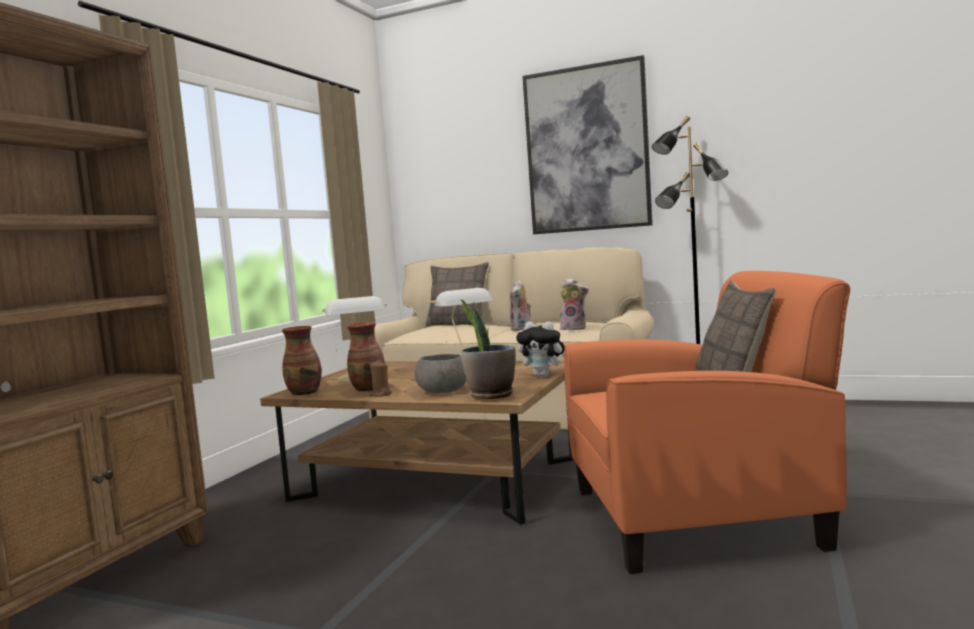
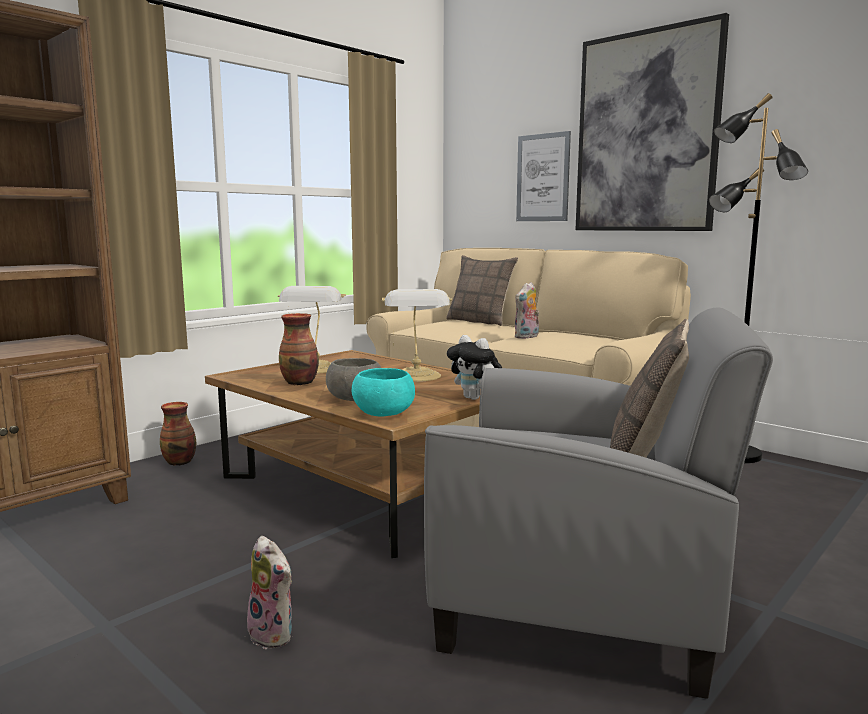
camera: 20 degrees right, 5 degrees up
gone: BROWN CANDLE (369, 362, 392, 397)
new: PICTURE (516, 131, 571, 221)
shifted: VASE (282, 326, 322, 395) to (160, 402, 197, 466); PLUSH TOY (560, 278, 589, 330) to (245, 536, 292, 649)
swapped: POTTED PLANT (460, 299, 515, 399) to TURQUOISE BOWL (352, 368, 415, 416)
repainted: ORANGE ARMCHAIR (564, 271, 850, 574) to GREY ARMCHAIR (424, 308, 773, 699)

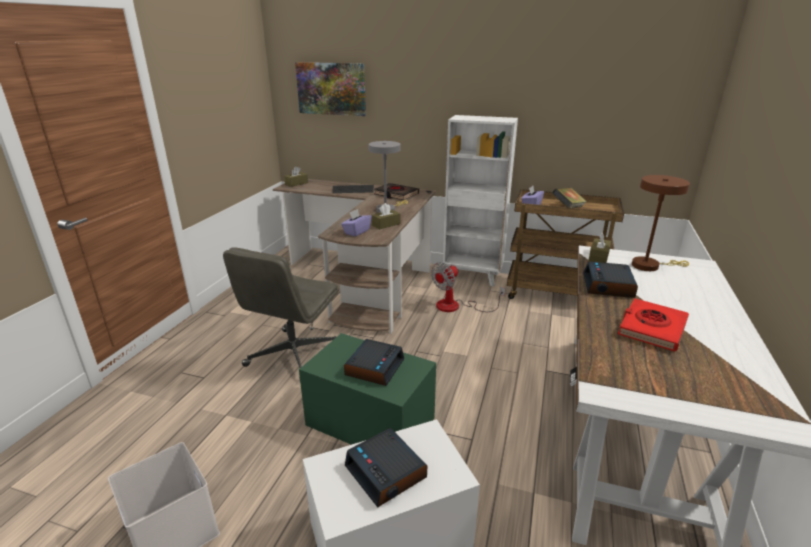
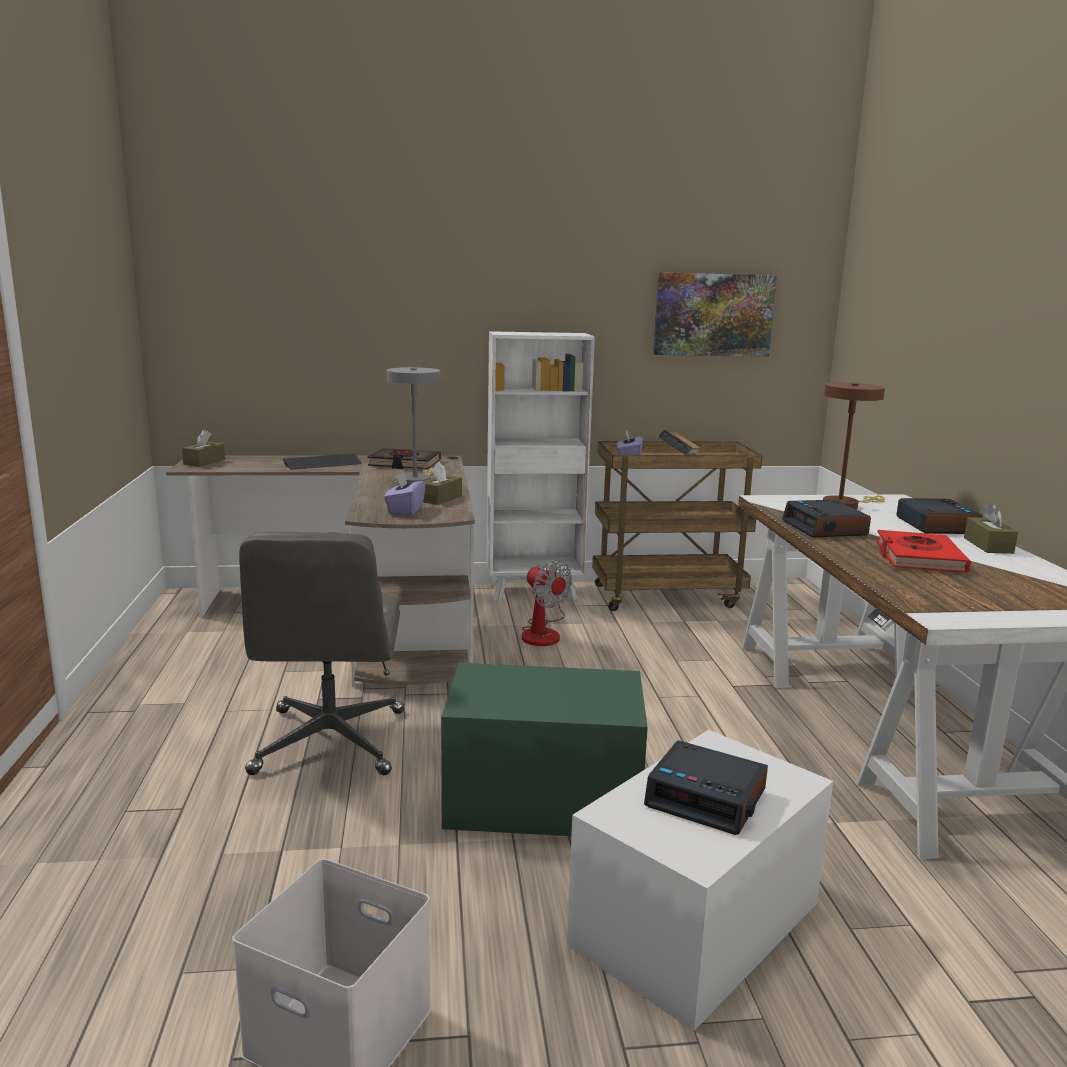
camera: 25 degrees left, 10 degrees down
shifted: PICTURE (295, 62, 366, 116) to (653, 272, 777, 357); ALARM CLOCK (344, 339, 404, 386) to (896, 498, 983, 534); BROWN TISSUE BOX (588, 232, 611, 263) to (964, 503, 1018, 554)
rotated: FAN (431, 262, 505, 312) = (522, 560, 572, 646) 60 degrees counterclockwise

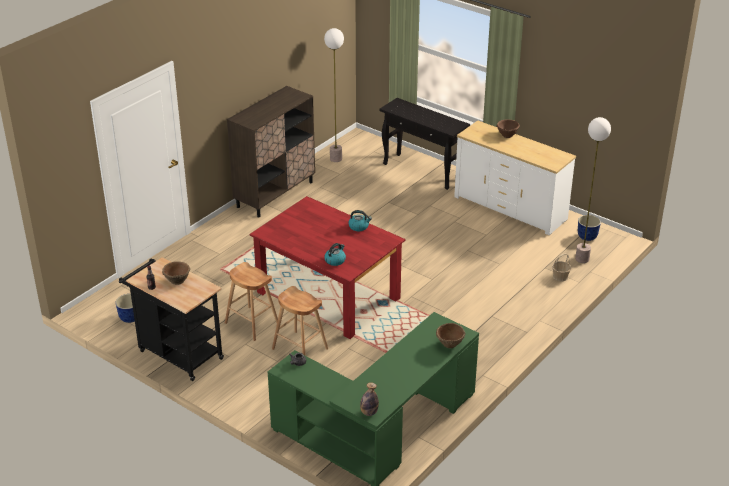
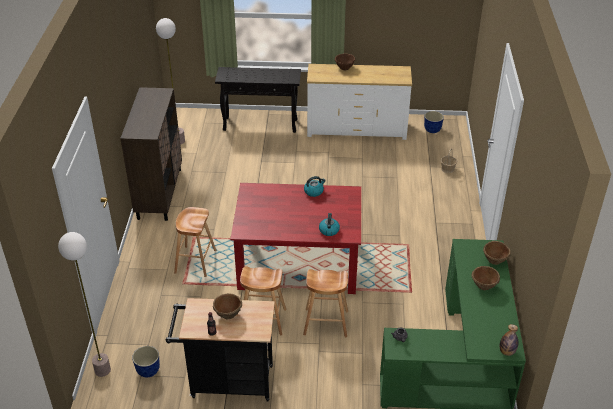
camera: 35 degrees left, 5 degrees up
new: BROWN STOOL (174, 207, 216, 277); BROWN BOWL (471, 266, 500, 290)
shifted: FLOOR LAMP (575, 117, 611, 263) to (58, 232, 111, 377)

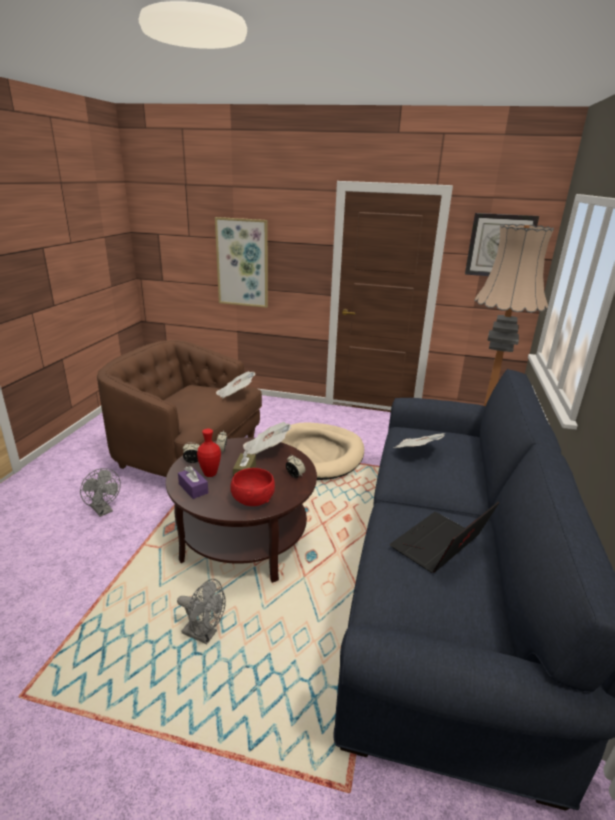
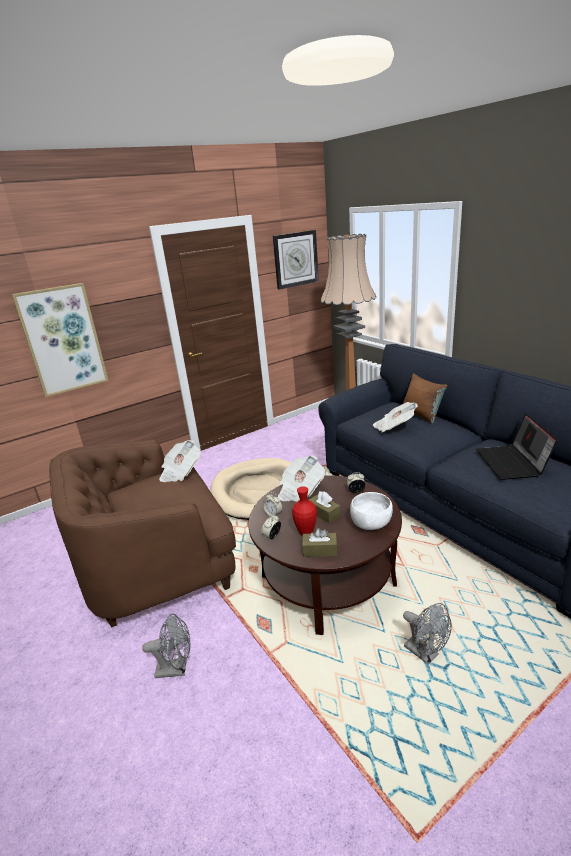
camera: 45 degrees left, 0 degrees up
new: BROWN PILLOW (403, 373, 447, 424)
repainted: PURPLE TISSUE BOX (178, 466, 208, 499) to BROWN TISSUE BOX (302, 528, 338, 557); RED BOWL (230, 468, 275, 506) to WHITE BOWL (350, 492, 393, 530)
rotated: GREY FAN (177, 579, 226, 644) = (403, 603, 452, 665) 75 degrees clockwise

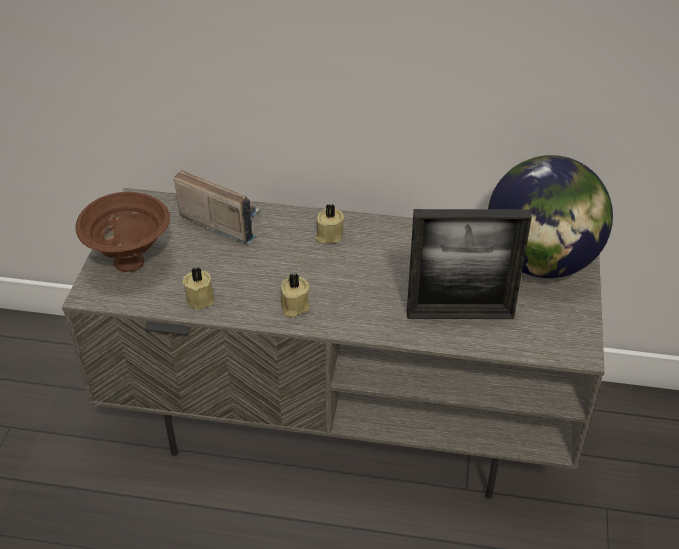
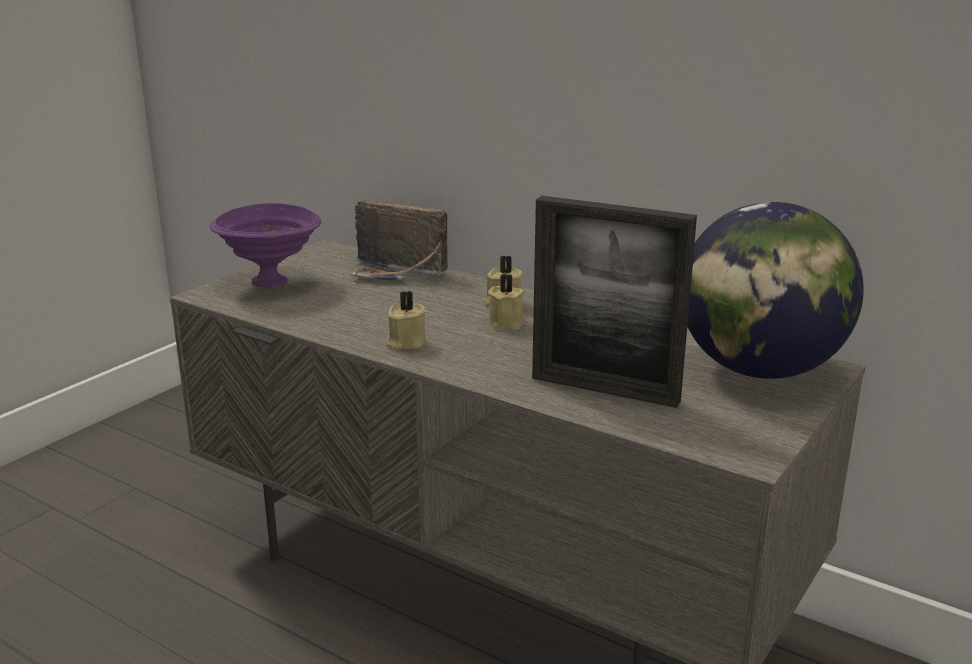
camera: 25 degrees right, 20 degrees down
shifted: BEIGE CANDLE (183, 267, 214, 310) to (488, 274, 525, 330)
repainted: BROWN BOWL (76, 192, 170, 272) to PURPLE BOWL (210, 203, 322, 287)
rotated: RADIO (174, 170, 261, 245) = (349, 200, 448, 280) 150 degrees clockwise

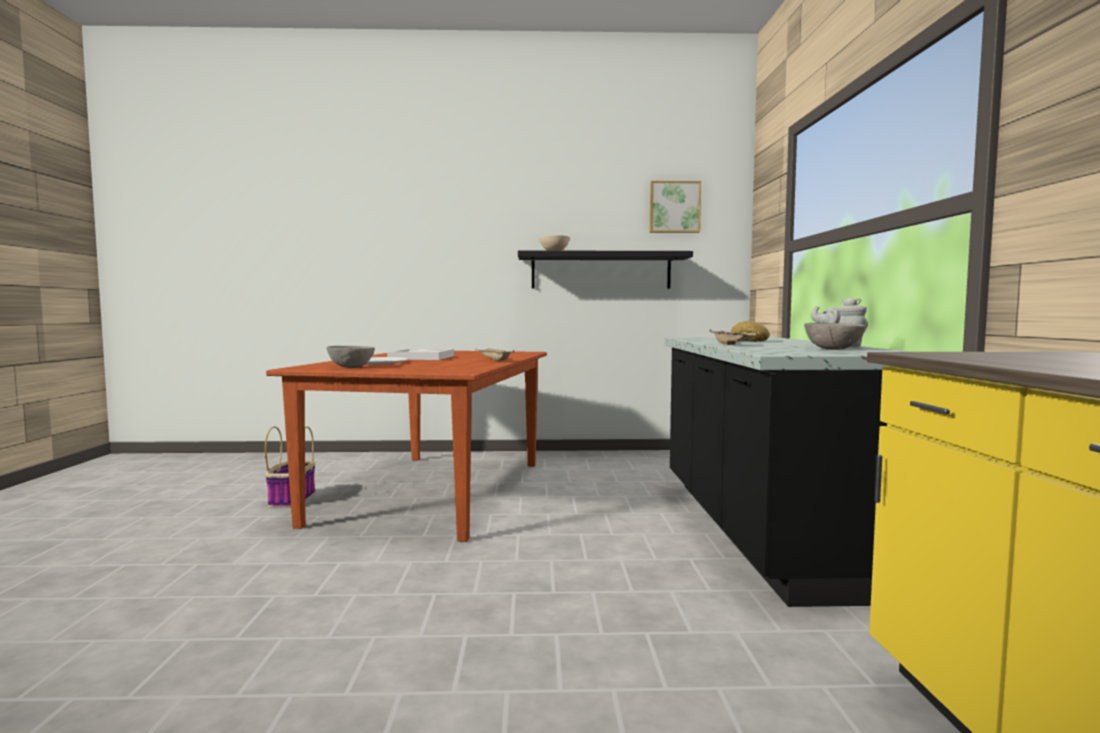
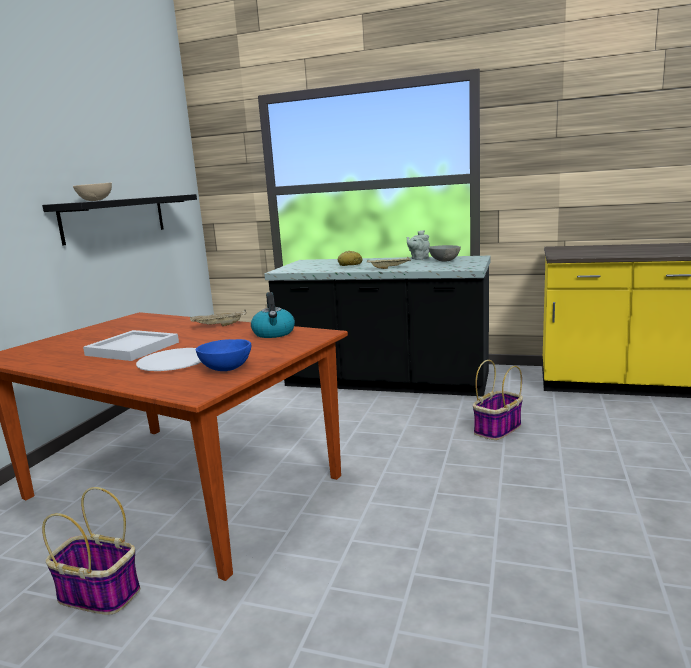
camera: 70 degrees left, 10 degrees up
gone: PICTURE (650, 181, 701, 233)
new: KETTLE (251, 292, 295, 338); BASKET (473, 360, 523, 440)
repainted: GREY BOWL (327, 346, 375, 368) to BLUE BOWL (196, 339, 251, 371)

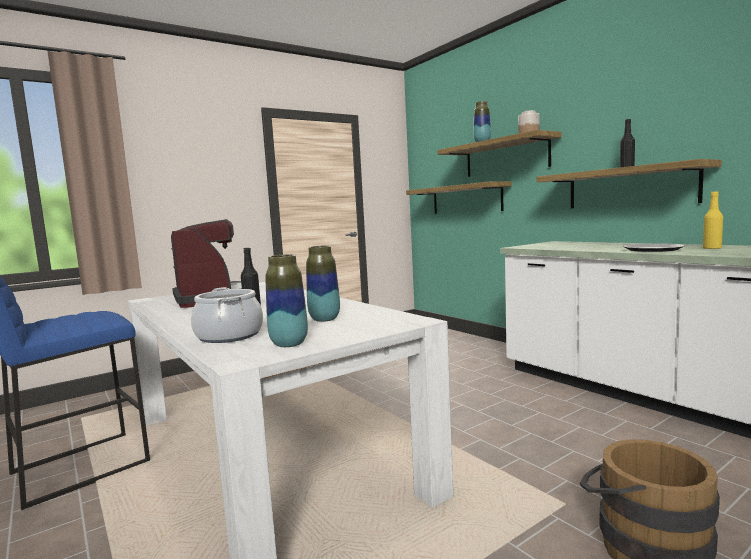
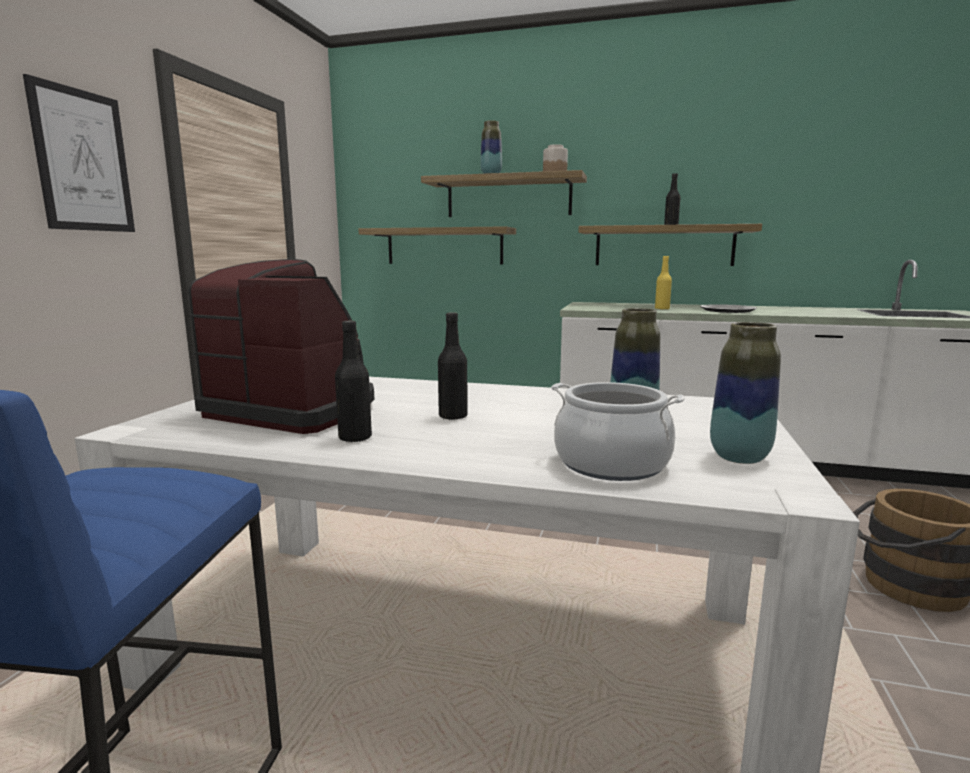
camera: 40 degrees left, 5 degrees up
new: PICTURE (23, 74, 135, 232); BLACK BOTTLE (335, 321, 372, 443)
shifted: YELLOW BOTTLE (703, 191, 723, 249) to (655, 256, 672, 310)

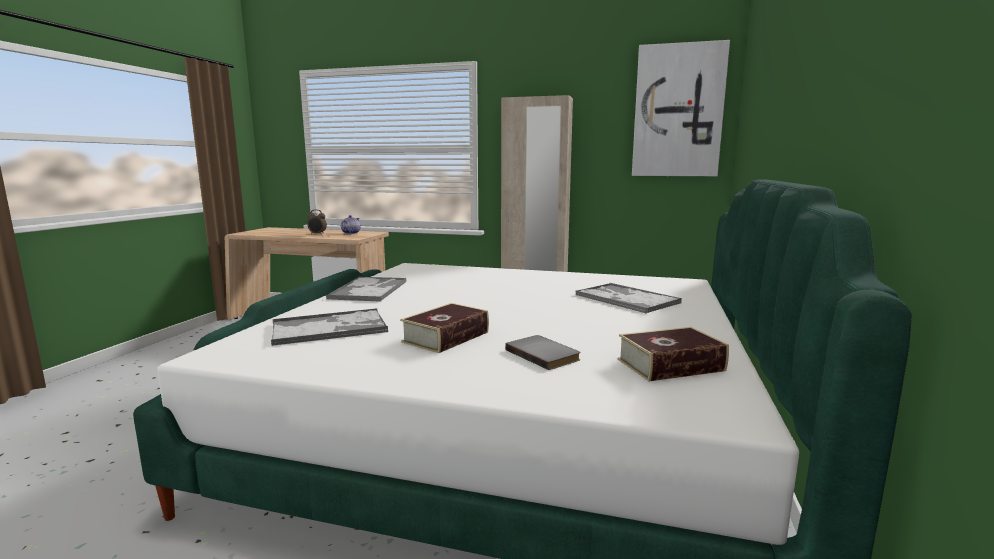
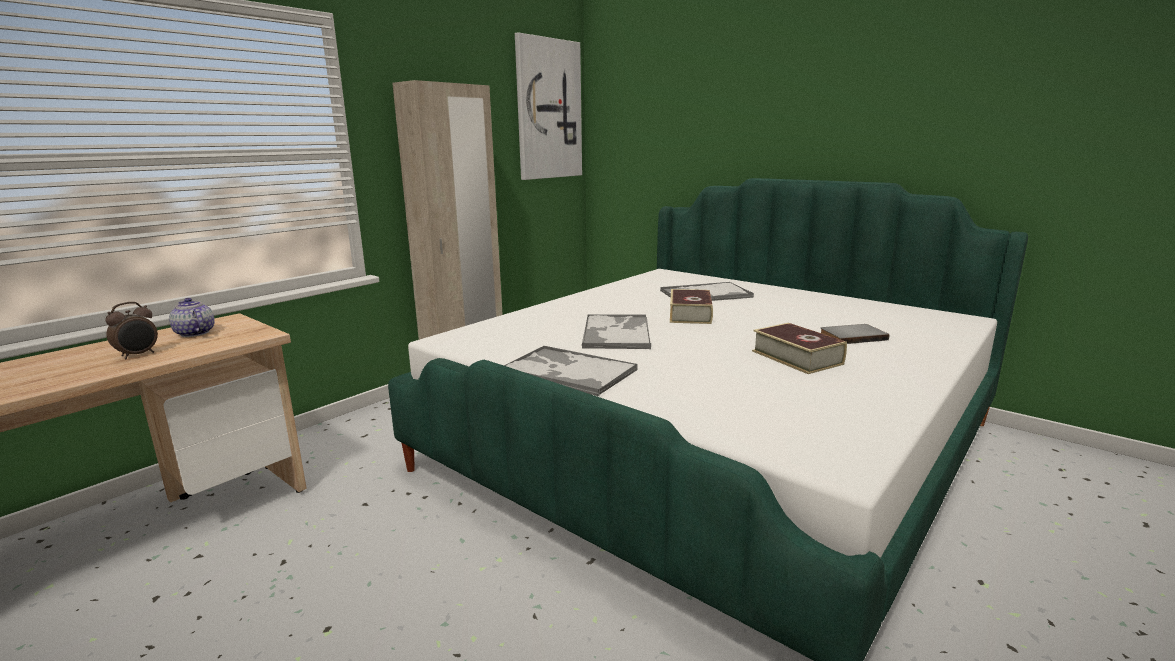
camera: 65 degrees left, 5 degrees up
shifted: TRAY (271, 308, 388, 346) to (581, 315, 651, 349); BOOK (618, 327, 729, 381) to (670, 289, 713, 324)

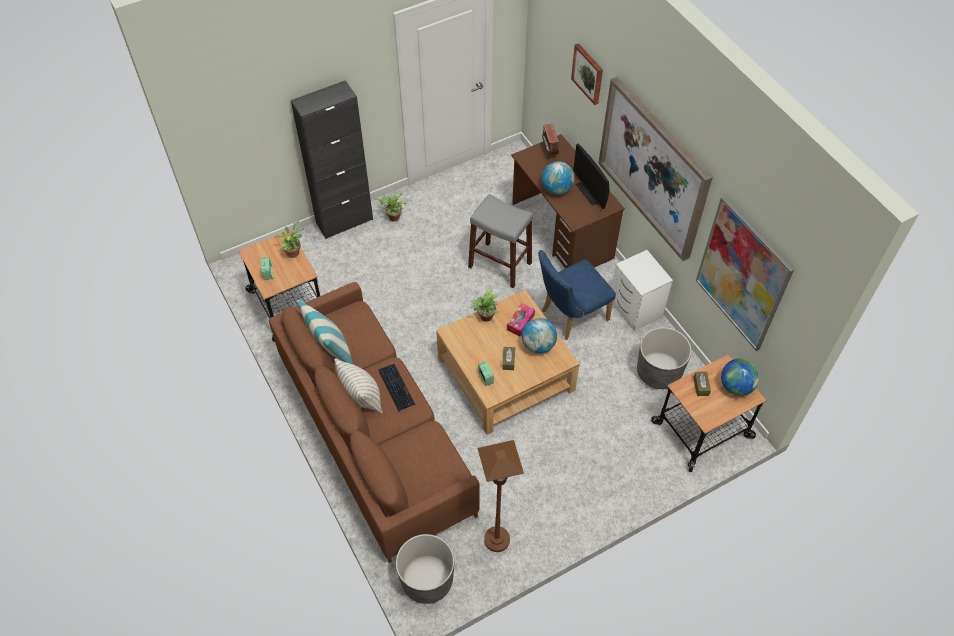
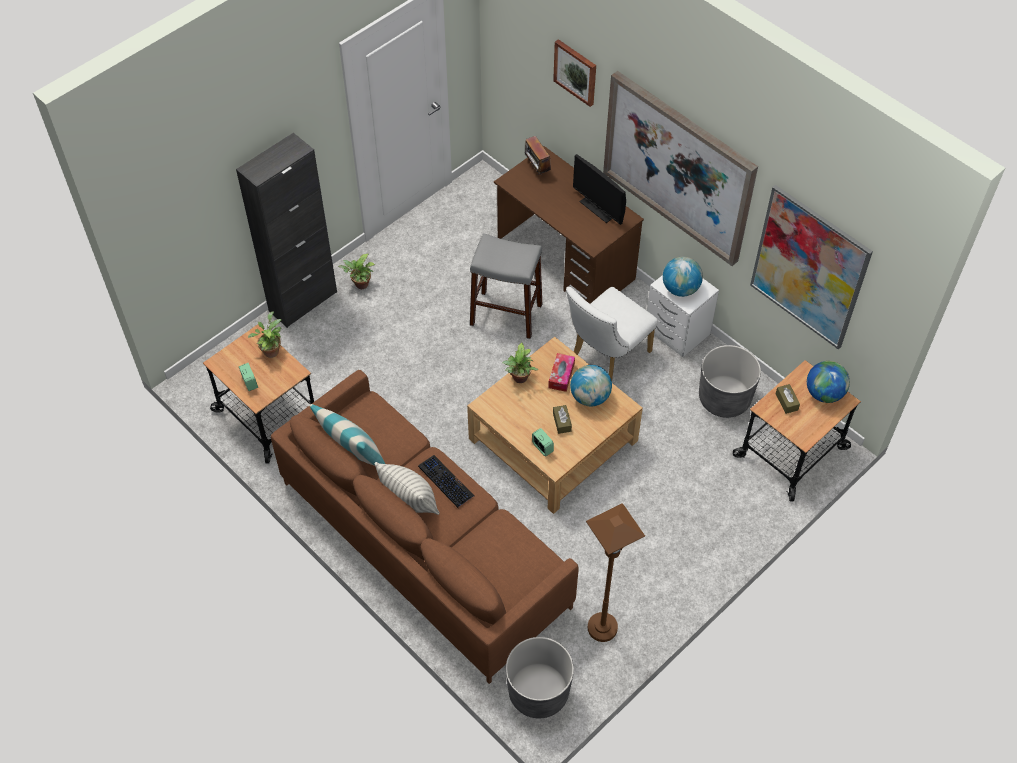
camera: 15 degrees left, 0 degrees up
shifted: GLOBE (542, 161, 575, 195) to (663, 257, 703, 297)
repainted: BLUE CHAIR (538, 250, 616, 340) to WHITE CHAIR (566, 287, 658, 381)

